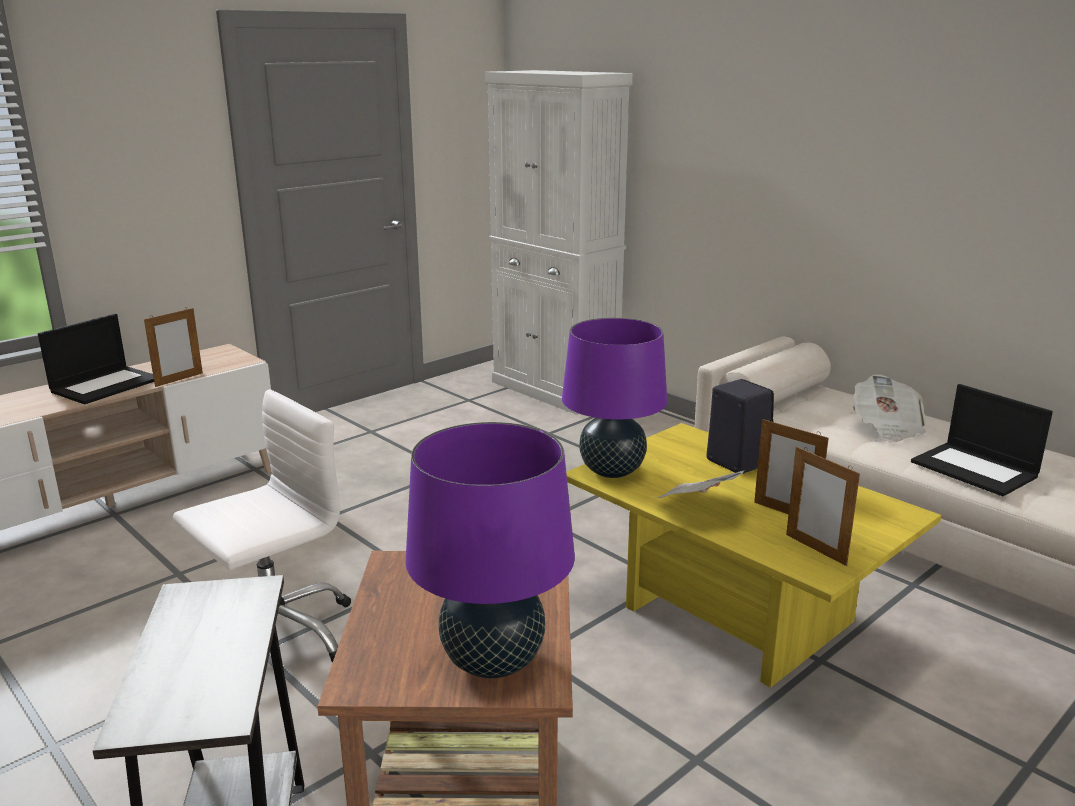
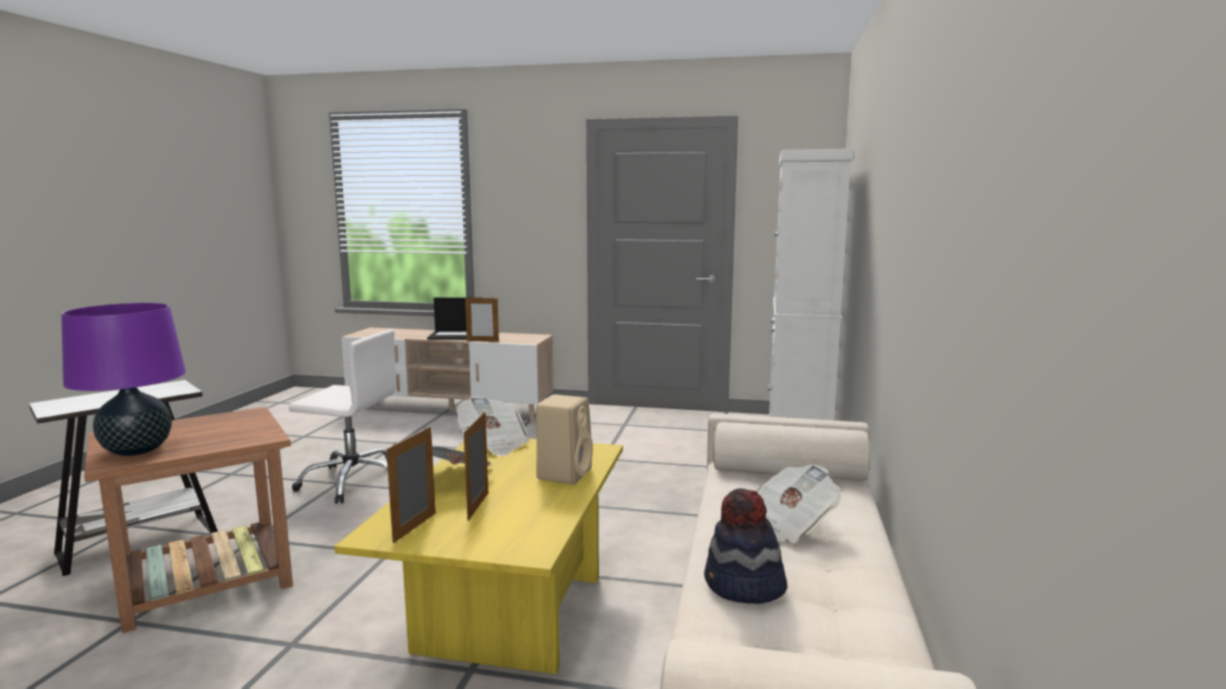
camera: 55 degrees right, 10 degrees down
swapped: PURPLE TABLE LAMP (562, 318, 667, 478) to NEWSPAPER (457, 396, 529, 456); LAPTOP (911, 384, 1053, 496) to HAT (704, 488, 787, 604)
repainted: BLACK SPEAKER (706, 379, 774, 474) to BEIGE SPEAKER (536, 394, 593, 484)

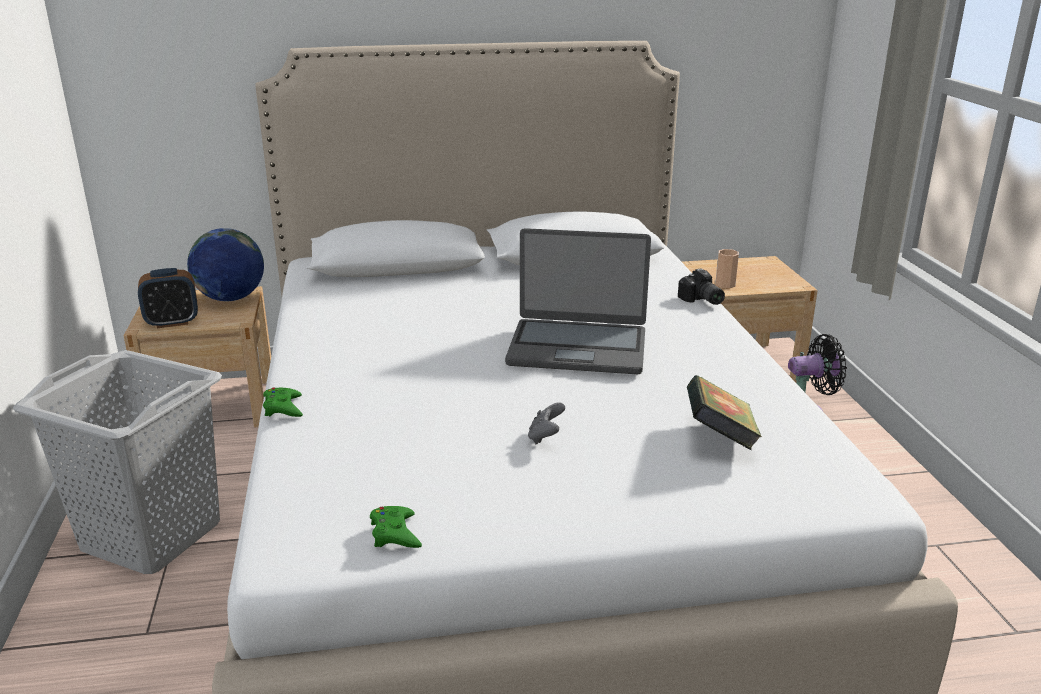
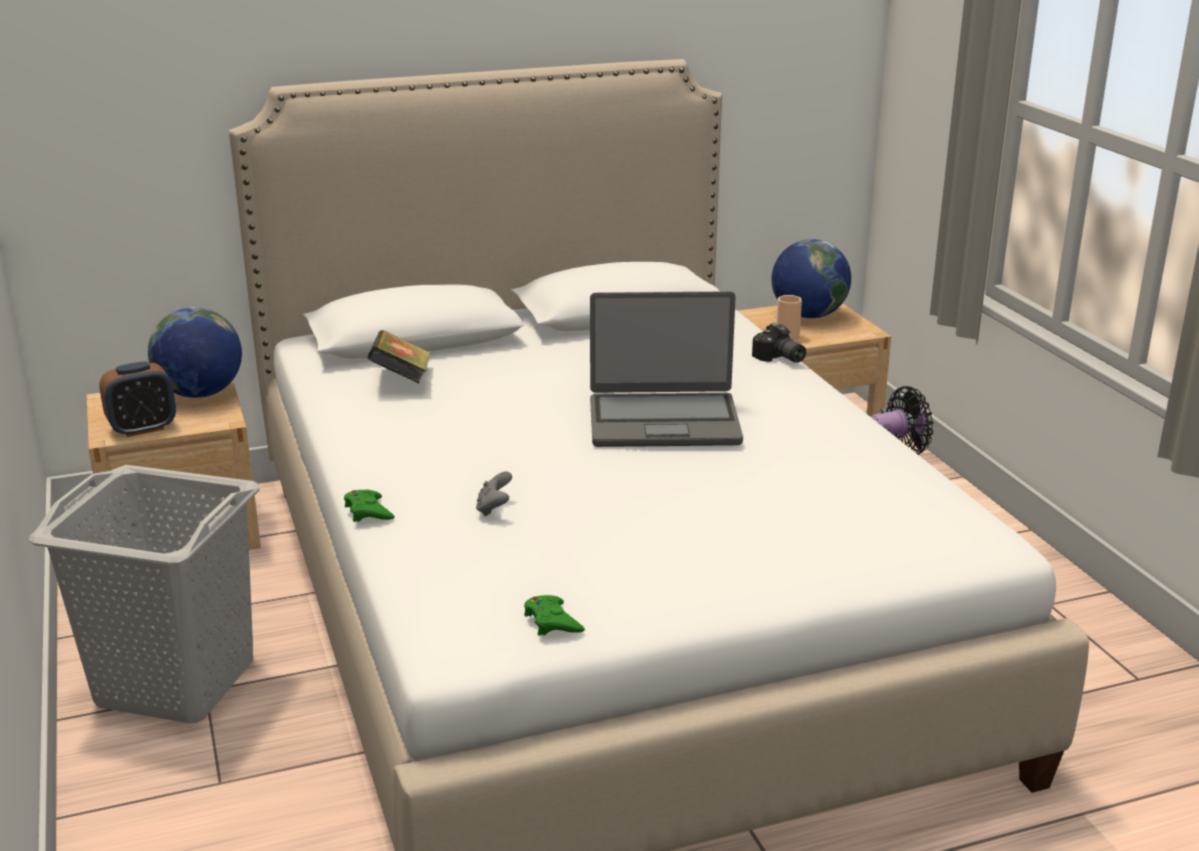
camera: 10 degrees left, 0 degrees up
new: GLOBE (772, 239, 851, 318)
shifted: GREY GAME CONTROLLER (528, 402, 565, 444) to (476, 471, 512, 516); BOOK (687, 375, 762, 450) to (367, 330, 430, 383)

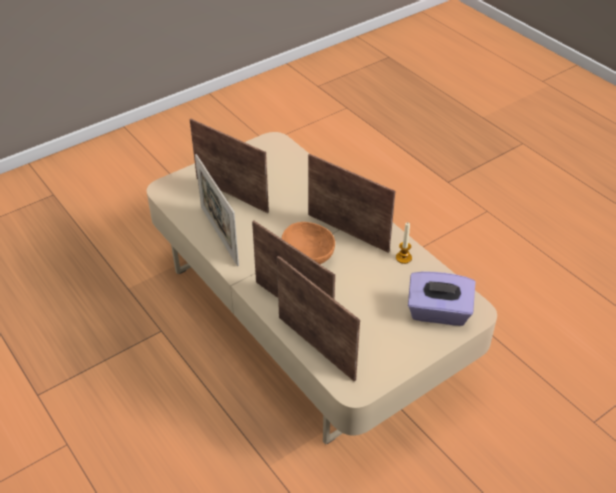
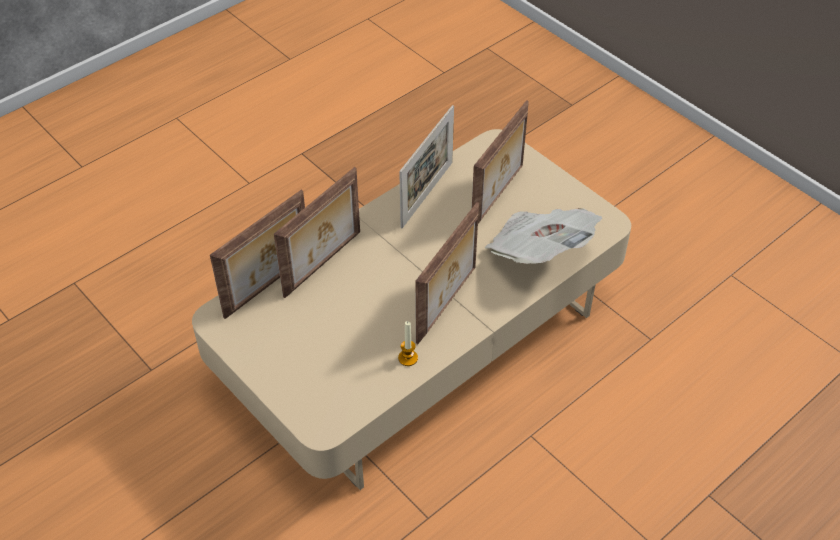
camera: 85 degrees right, 5 degrees up
gone: ORANGE BOWL (282, 222, 335, 264); PURPLE TISSUE BOX (408, 271, 475, 326)
new: NEWSPAPER (485, 208, 602, 264)
rotated: PICTURE FRAME (195, 154, 239, 266) = (399, 105, 454, 228) 150 degrees clockwise

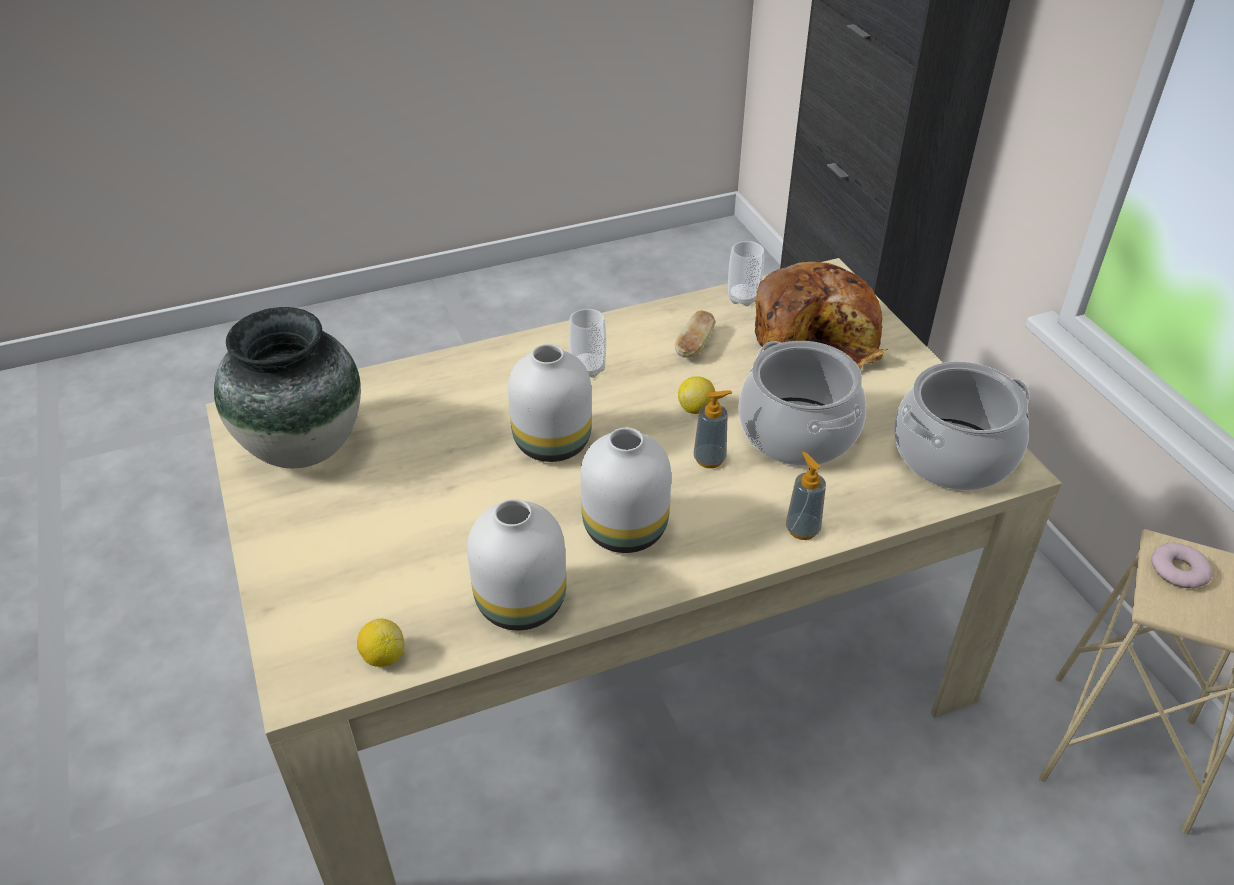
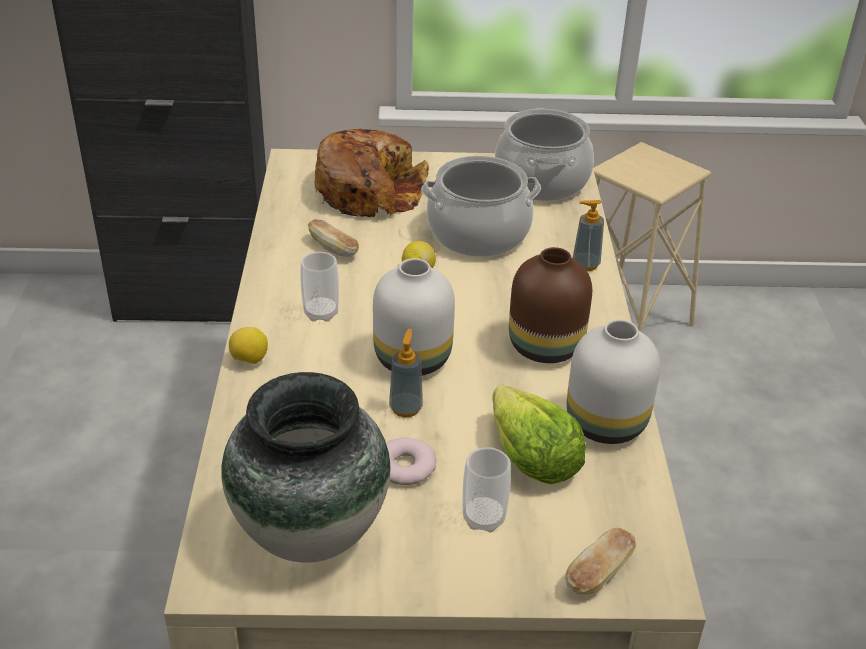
camera: 70 degrees left, 5 degrees down
new: LETTUCE (492, 385, 586, 484); BREAD (565, 528, 636, 595)
shifted: LEMON (357, 619, 405, 667) to (229, 327, 268, 364); SOAP DISPENSER (694, 390, 732, 468) to (389, 329, 423, 417); CUP (728, 241, 764, 306) to (462, 447, 511, 532); DONUT (1151, 543, 1213, 588) to (386, 437, 436, 485)
repainted: WHITE VASE (580, 427, 671, 553) to BROWN VASE (509, 247, 592, 363)

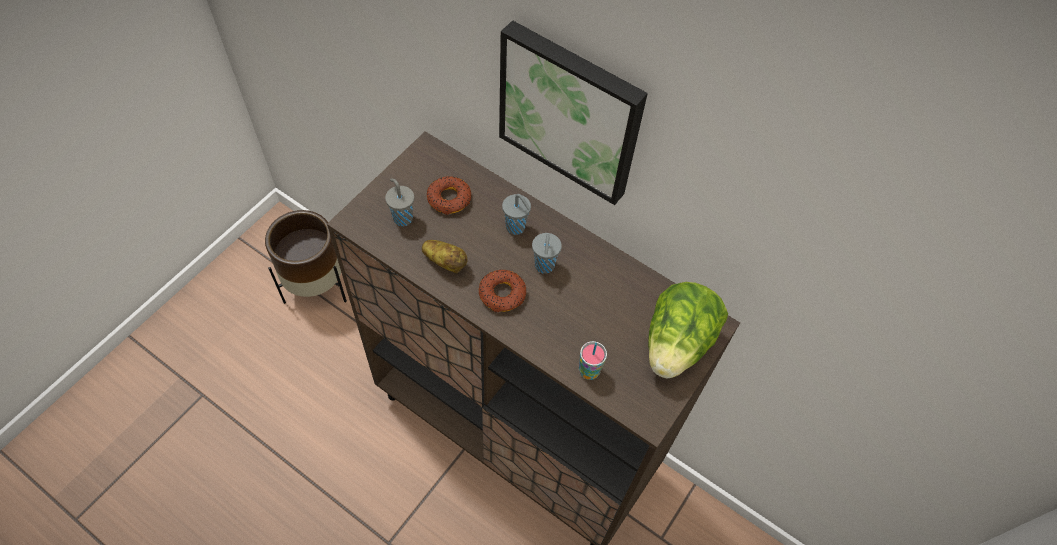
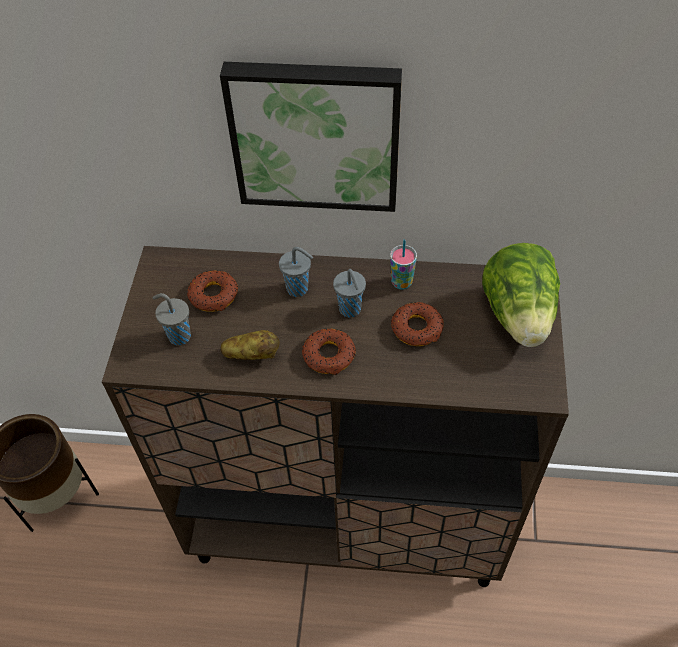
camera: 25 degrees left, 5 degrees down
new: DONUT (391, 302, 444, 346)
shifted: CUP (579, 341, 607, 380) to (390, 239, 417, 290)

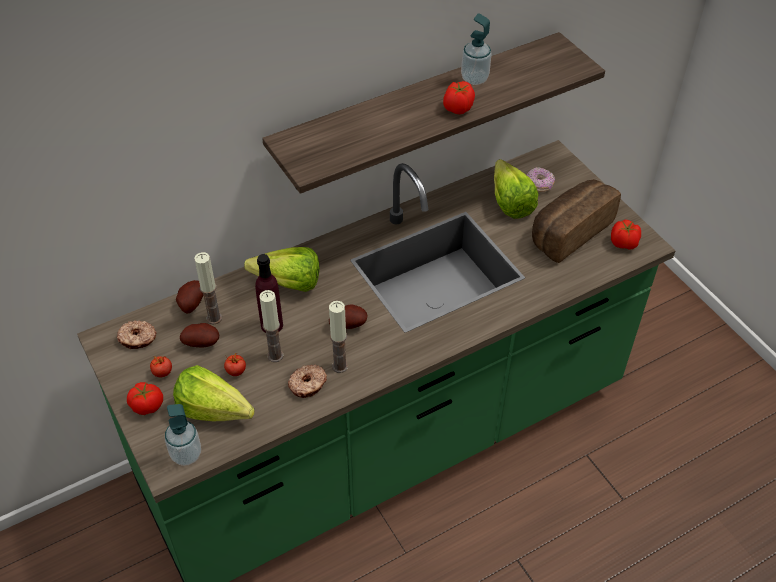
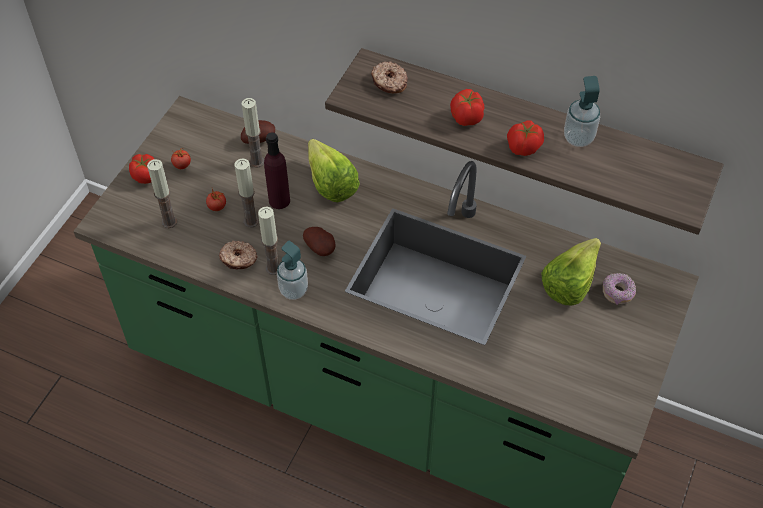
camera: 55 degrees right, 5 degrees up
gone: POTATO (180, 323, 219, 348); BREAD (532, 179, 621, 263)
shifted: DONUT (117, 320, 157, 349) to (371, 61, 408, 94); SOAP DISPENSER (165, 404, 201, 466) to (277, 241, 308, 300); TOMATO (611, 219, 641, 249) to (450, 89, 484, 126)
swapped: LETTUCE (173, 365, 255, 421) to CANDLE (147, 159, 177, 228)

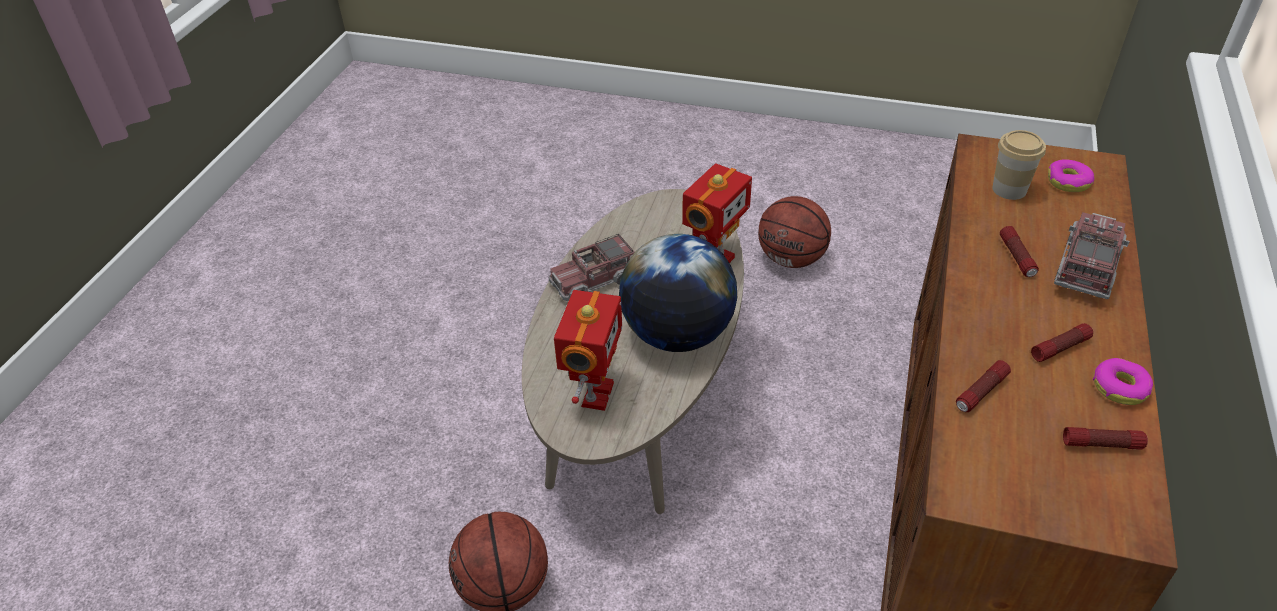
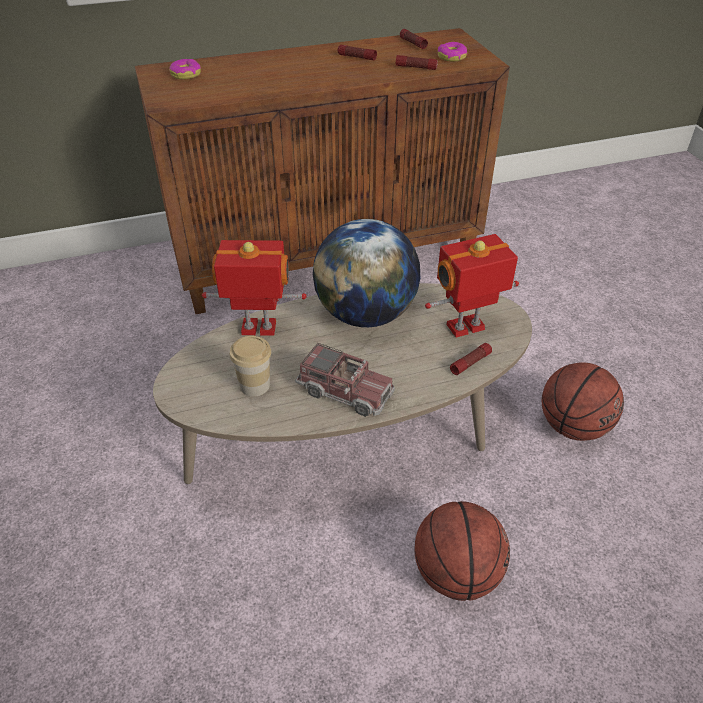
camera: 125 degrees left, 0 degrees up
gone: TOY TRUCK (1054, 212, 1130, 299)
shifted: BASKETBALL (758, 196, 831, 268) to (415, 501, 510, 601); CUP (992, 130, 1046, 200) to (229, 336, 271, 397); FLASHLIGHT (1000, 226, 1039, 277) to (450, 343, 492, 375); DONUT (1093, 358, 1153, 405) to (438, 42, 467, 61)

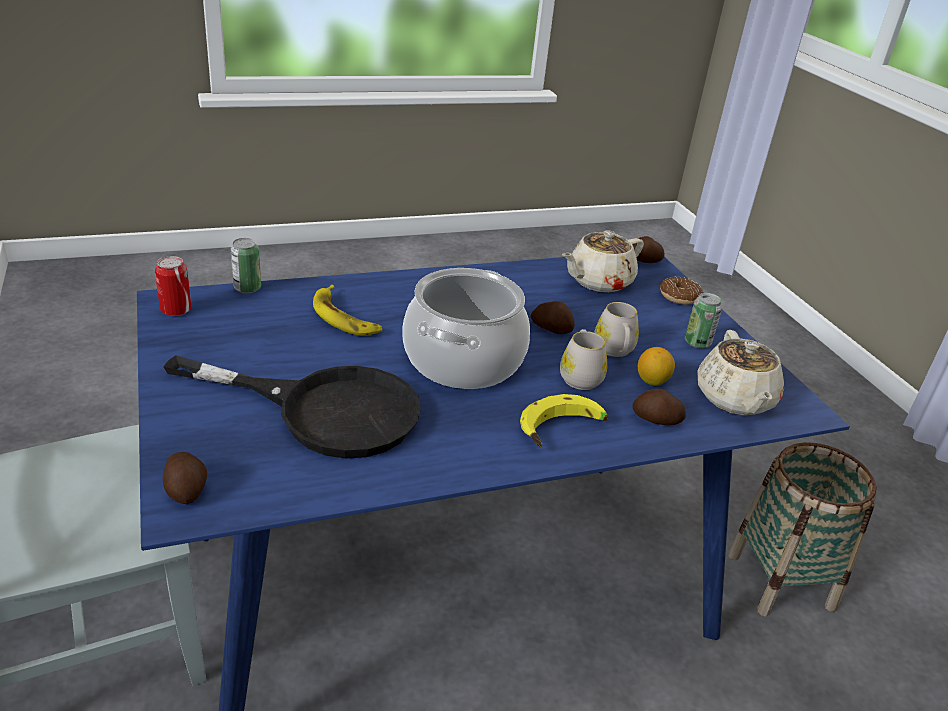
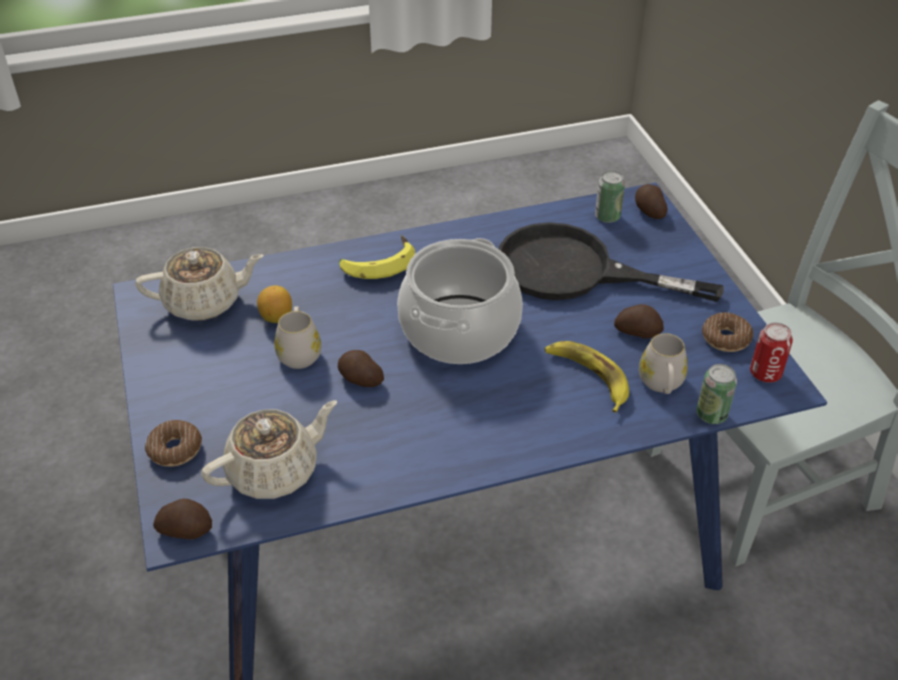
camera: 175 degrees left, 10 degrees up
gone: BASKET (728, 442, 877, 617)
new: DONUT (702, 312, 753, 352)
shifted: WHITE MUG (560, 329, 607, 390) to (639, 333, 687, 394); POTATO (633, 389, 686, 425) to (614, 304, 664, 338); CAN (685, 293, 722, 349) to (595, 171, 625, 223)
rotated: BEIGE TEAPOT (698, 330, 784, 415) = (135, 247, 264, 321) 75 degrees clockwise

